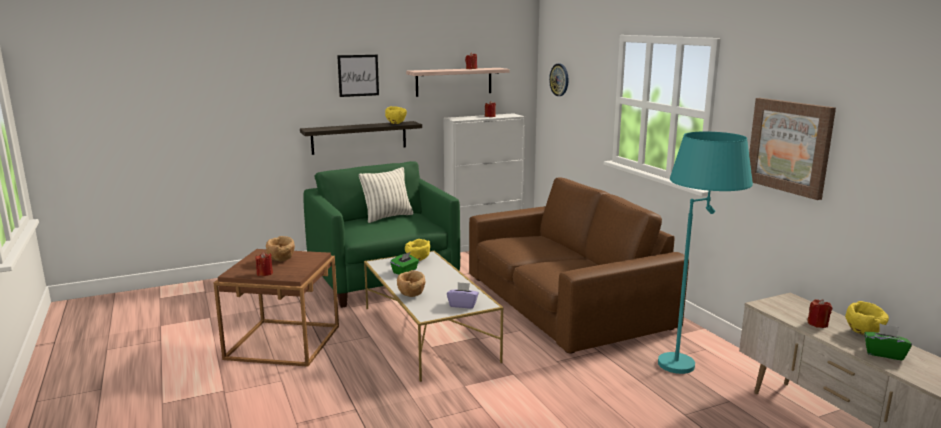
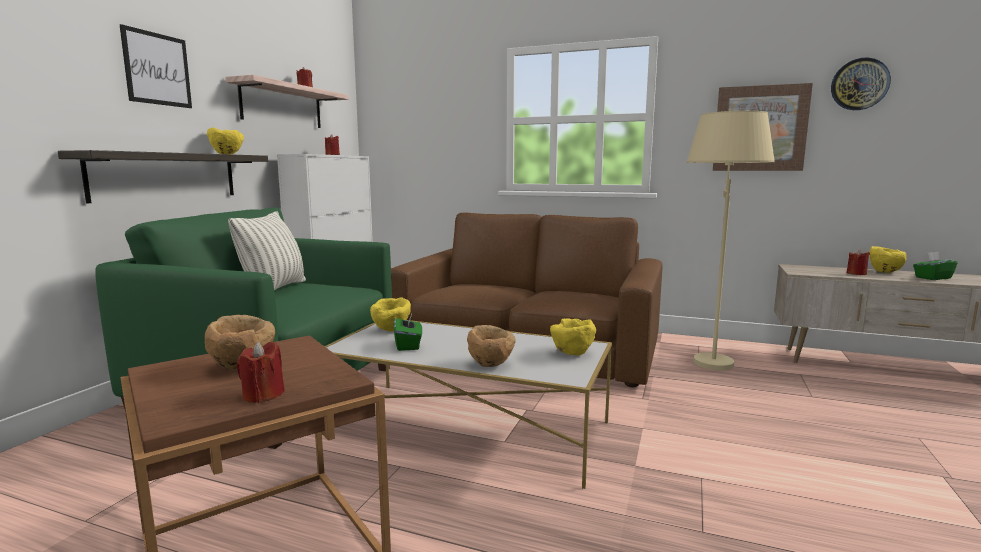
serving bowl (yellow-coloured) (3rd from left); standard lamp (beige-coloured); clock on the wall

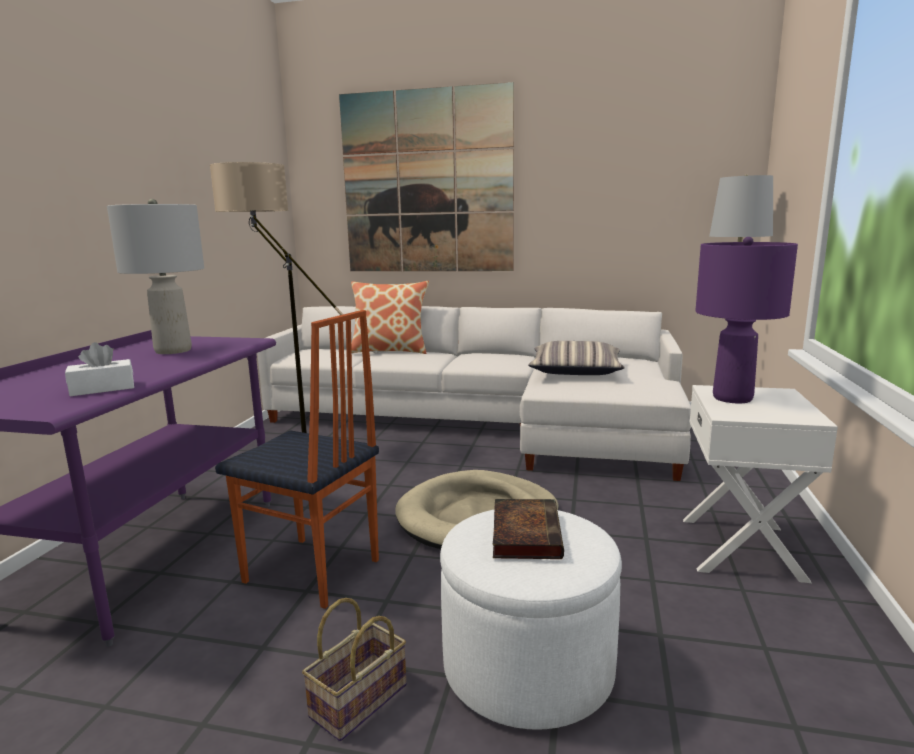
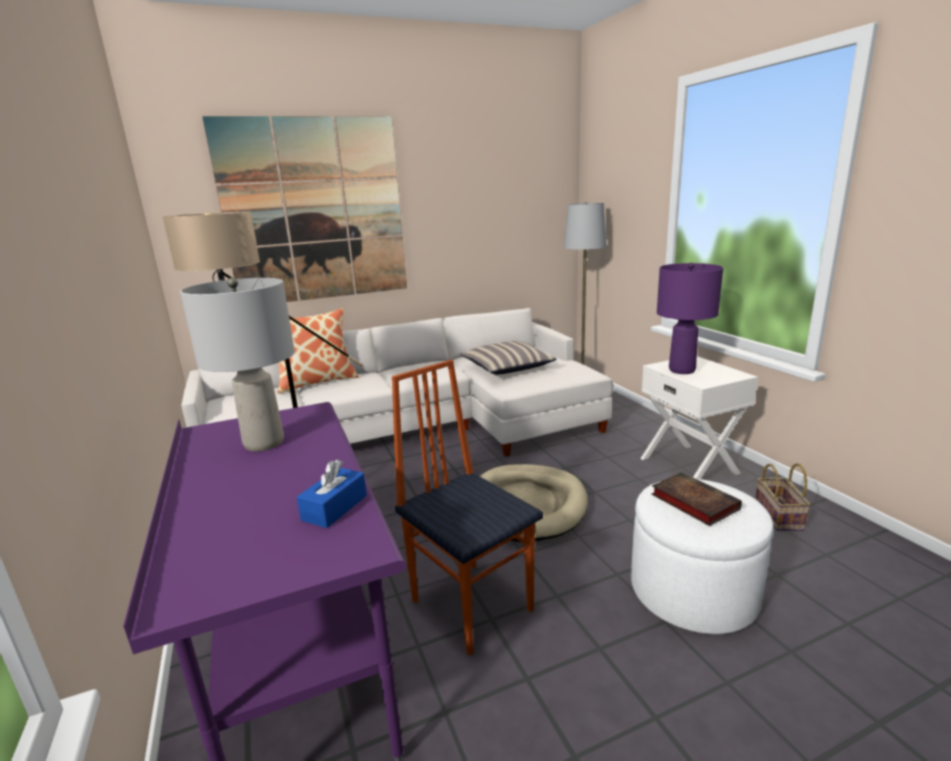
tissue holder (bluish); upright chair; household basket

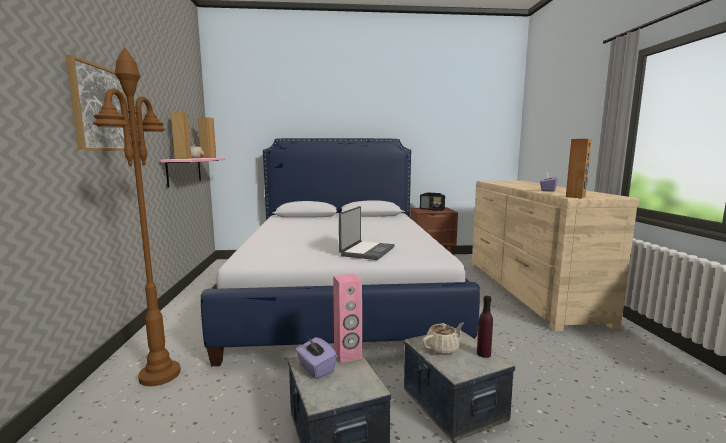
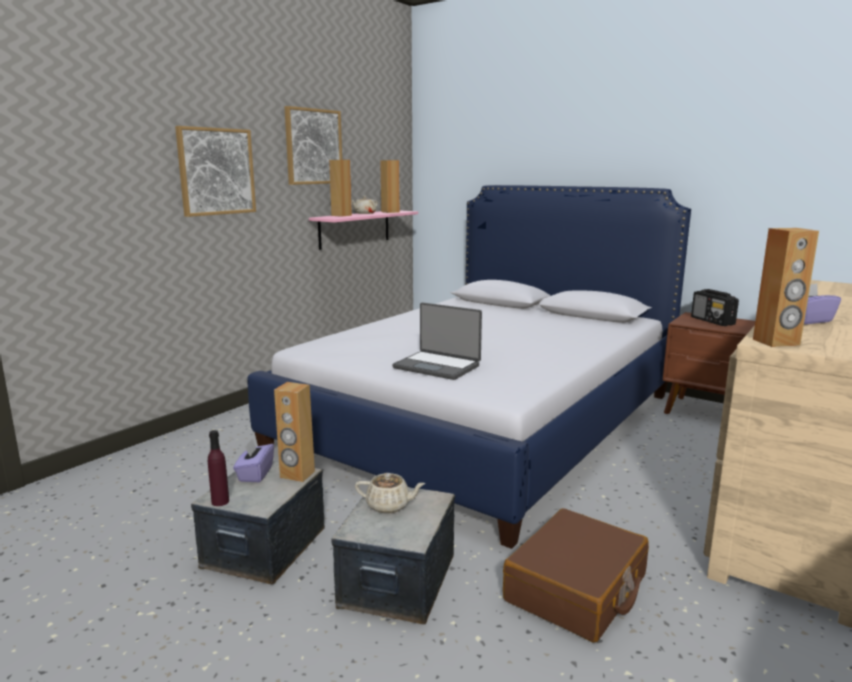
bottle (purple); loudspeaker (brownish) (1st from left); wall art (2nd from left); portable computer; piece of luggage (brownish); standard lamp (brownish)

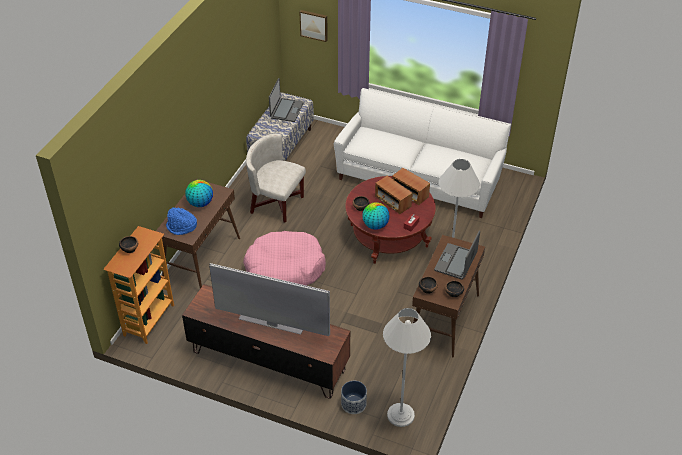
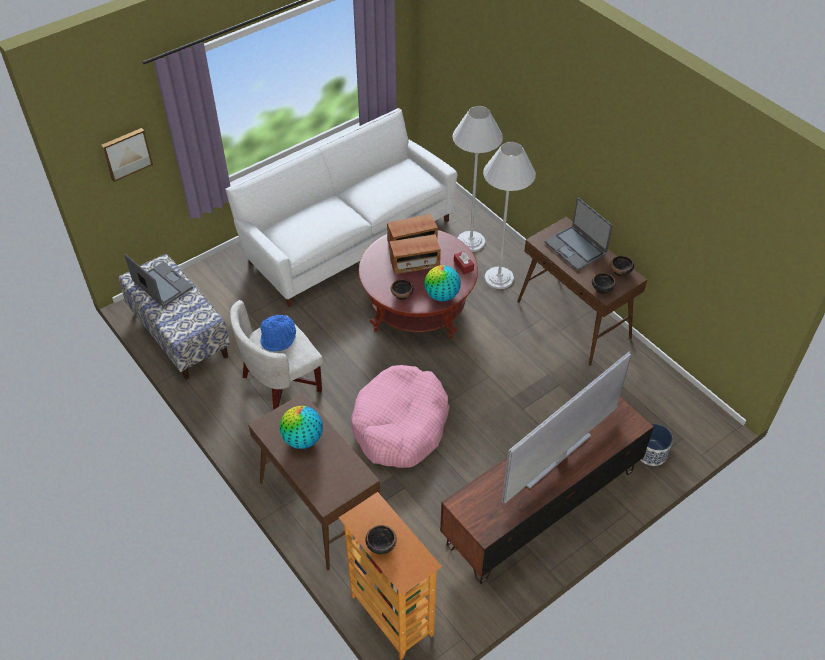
wearable hat (bluish); standard lamp (whitish) (1st from left)

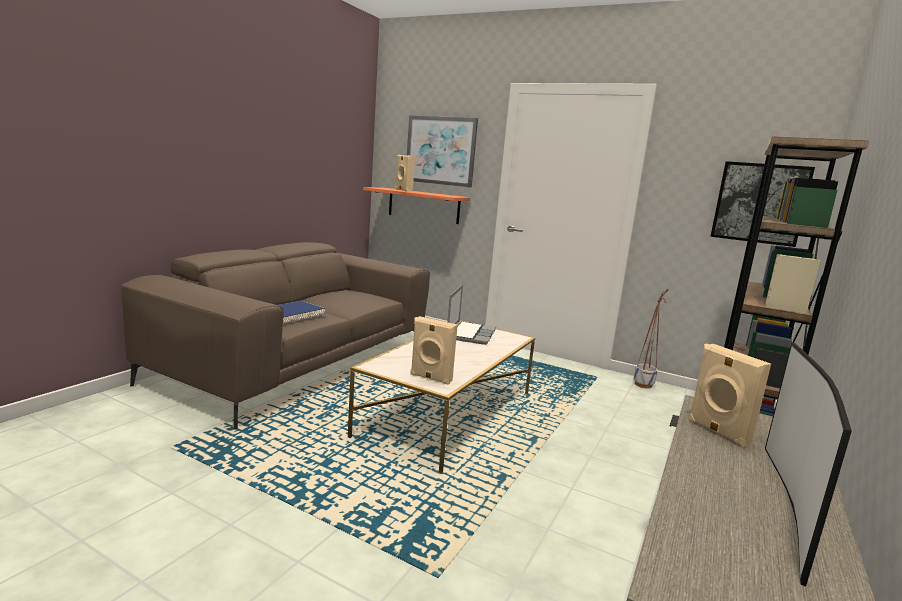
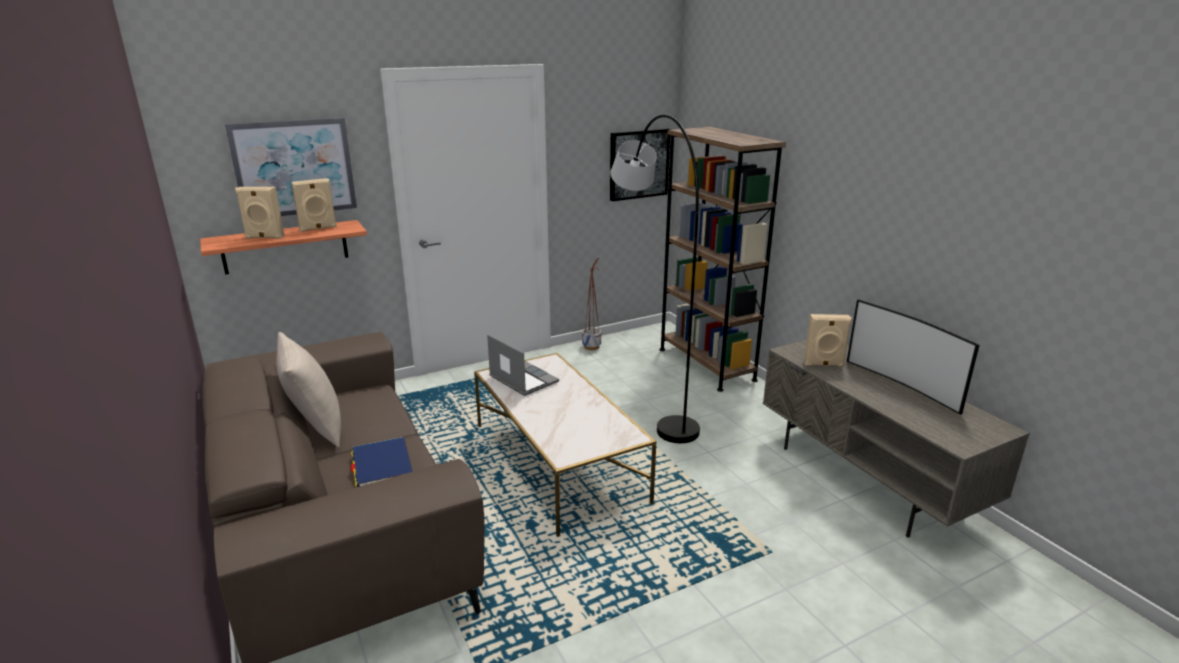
throw pillow (beige-coloured); loudspeaker (beige-coloured) (2nd from left); standard lamp (greyish)

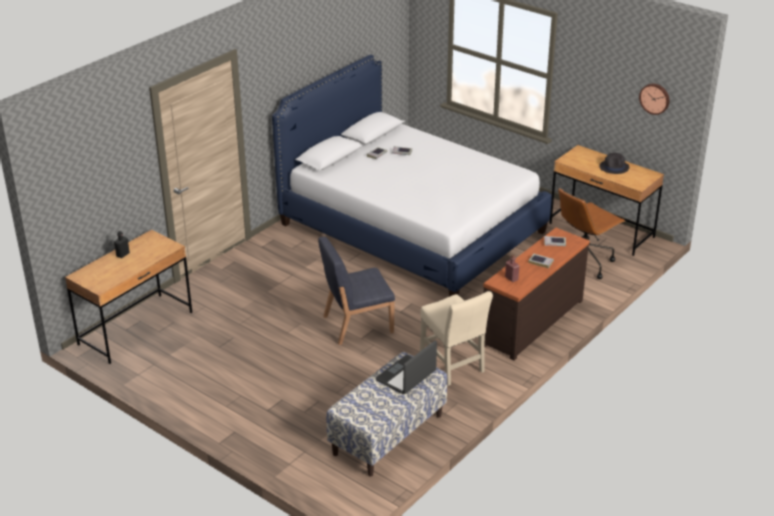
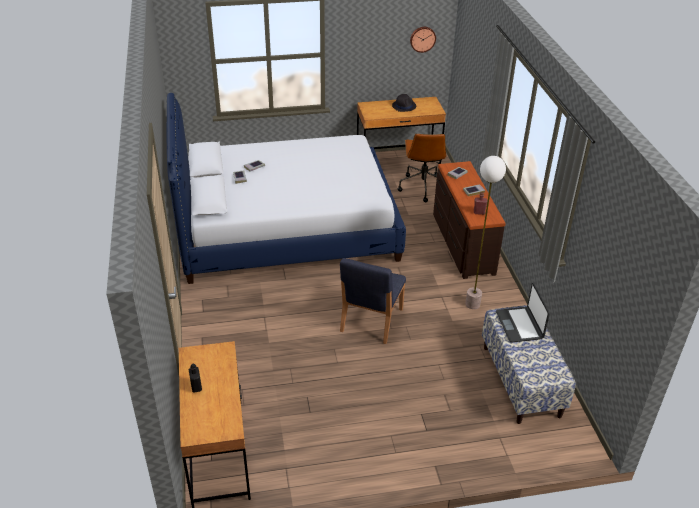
standard lamp

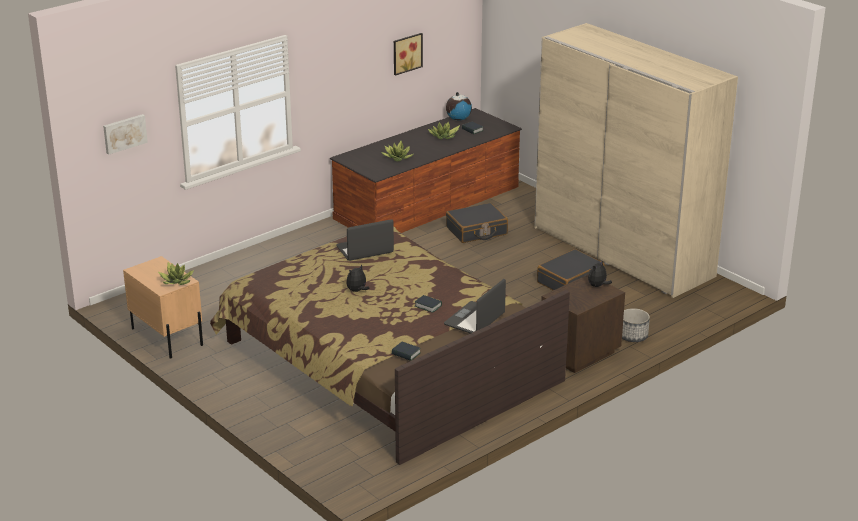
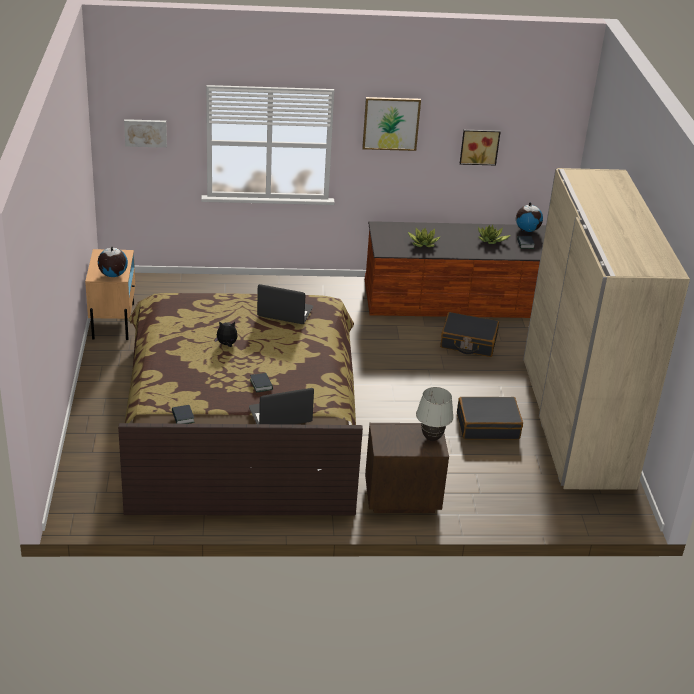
world globe (1st from left); wall art (2nd from left); lamp for a table (whitish); plant pot

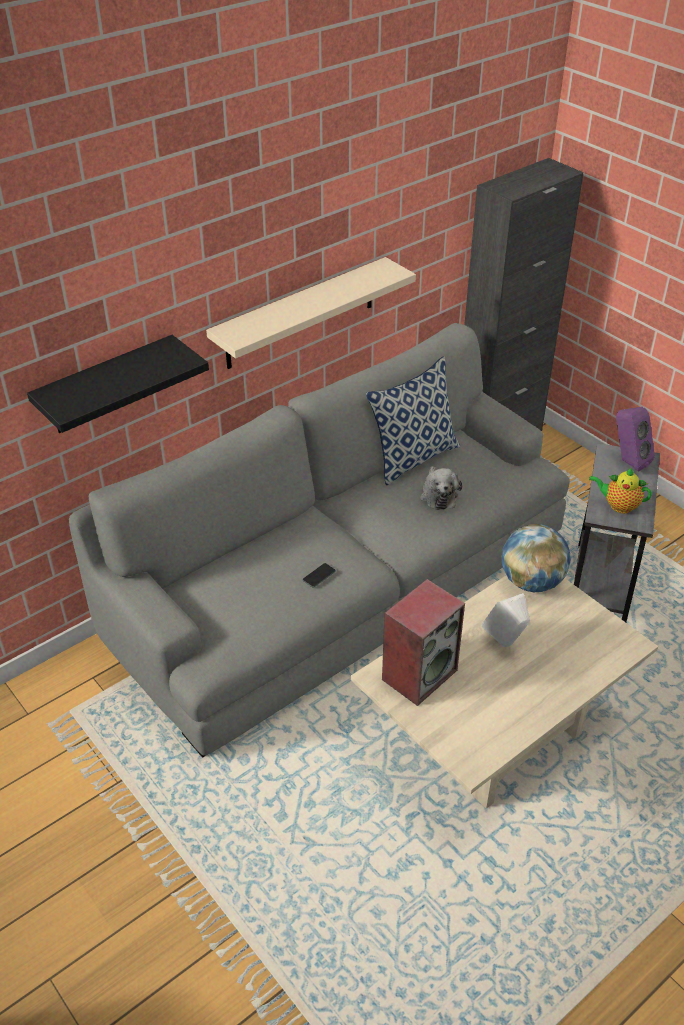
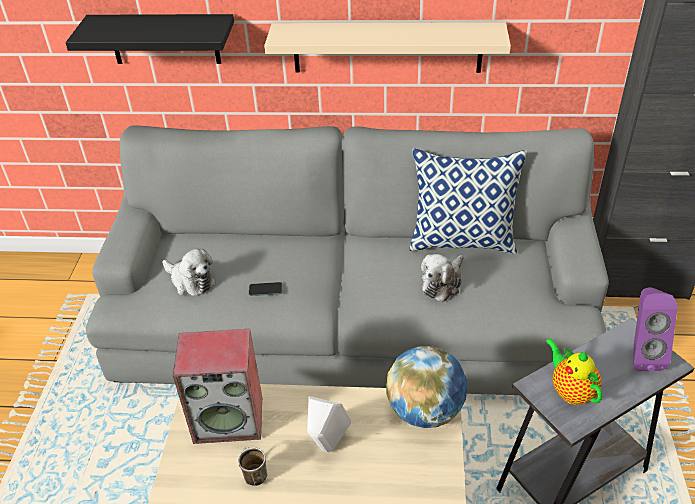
plush toy (1st from left); mug

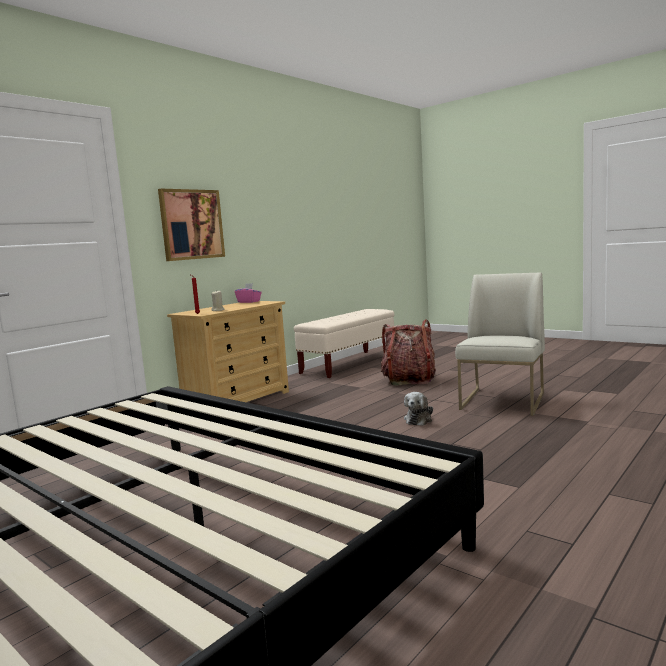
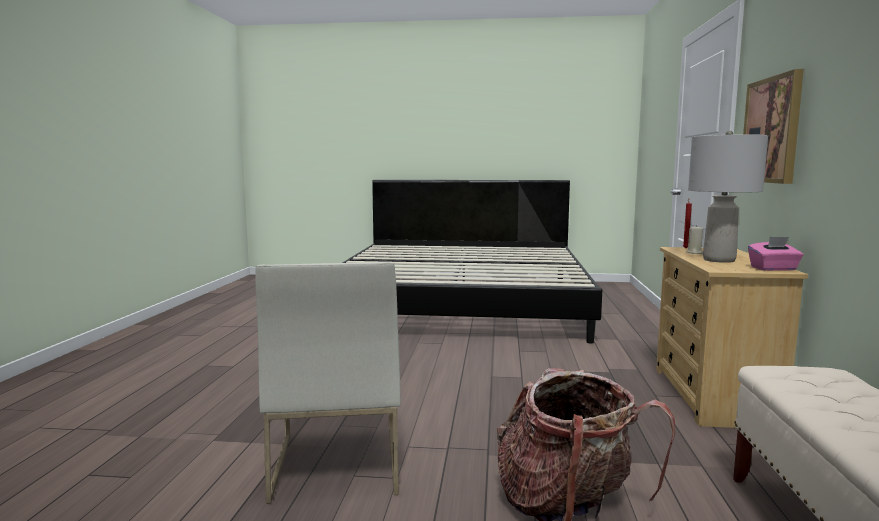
lamp for a table (greyish); plush toy

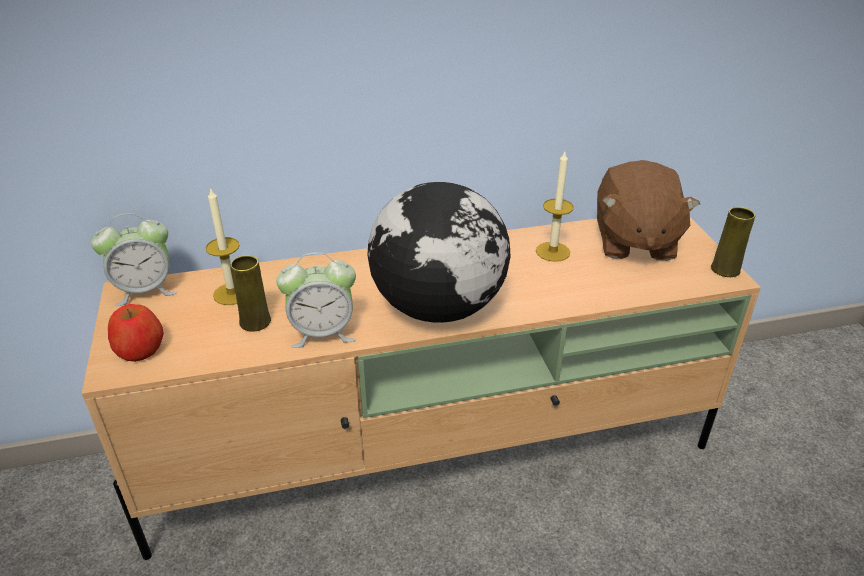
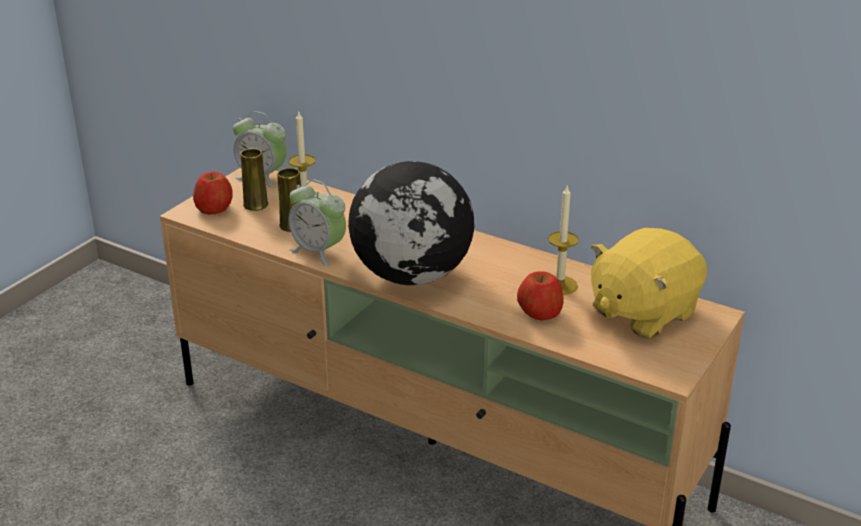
decorative vase (yellow-coloured) (1st from left); whole apple (2nd from left); plush toy (yellow-coloured)

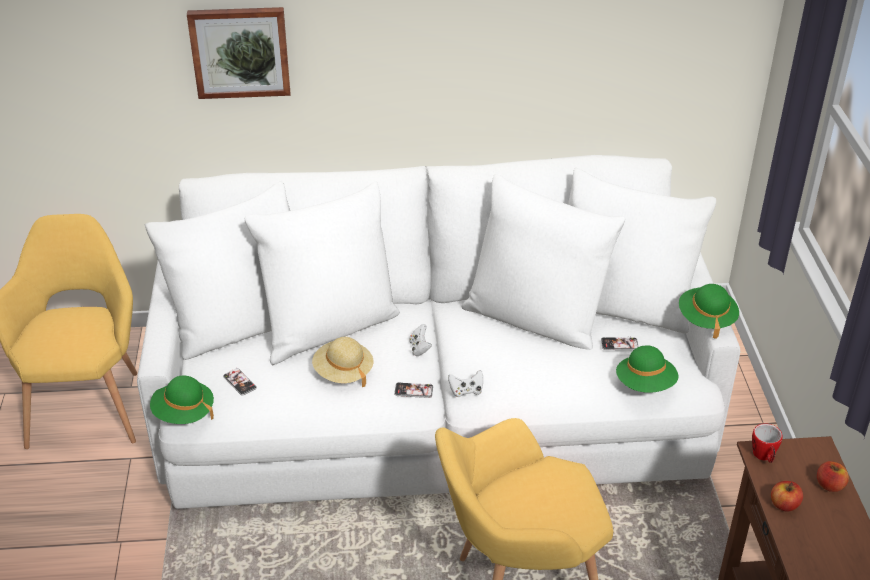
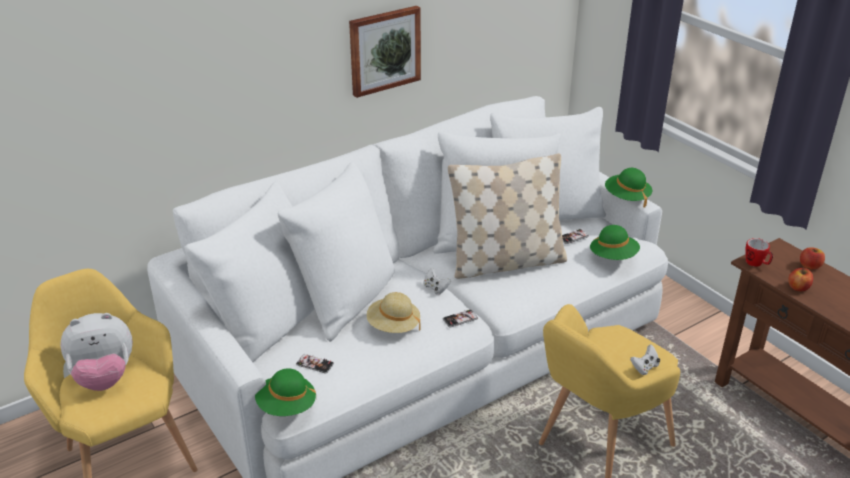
plush toy; wall art; throw pillow (beige-coloured); gamepad (whitish) (2nd from left)

